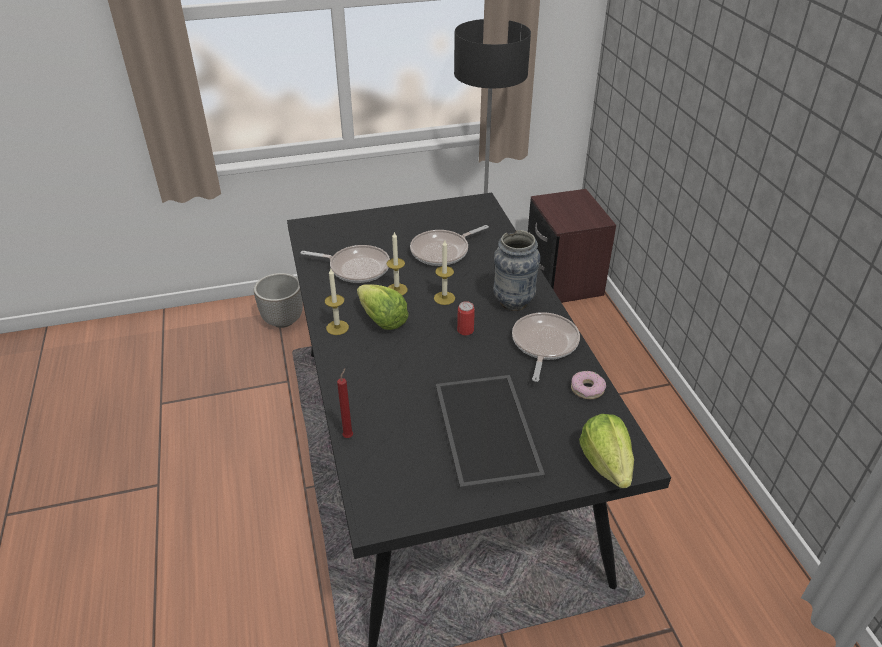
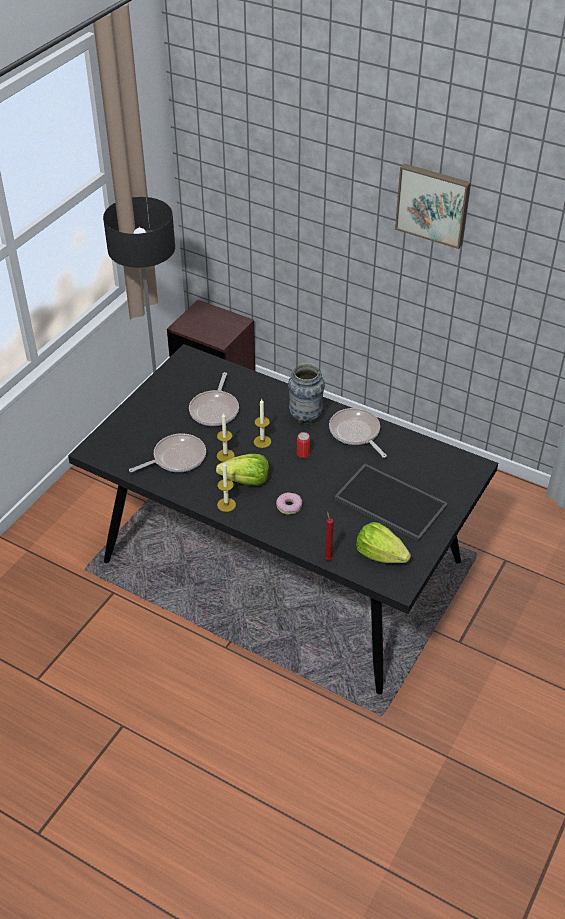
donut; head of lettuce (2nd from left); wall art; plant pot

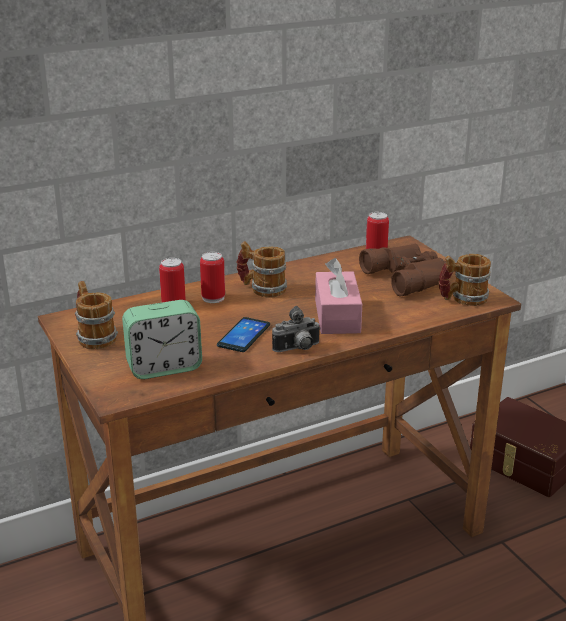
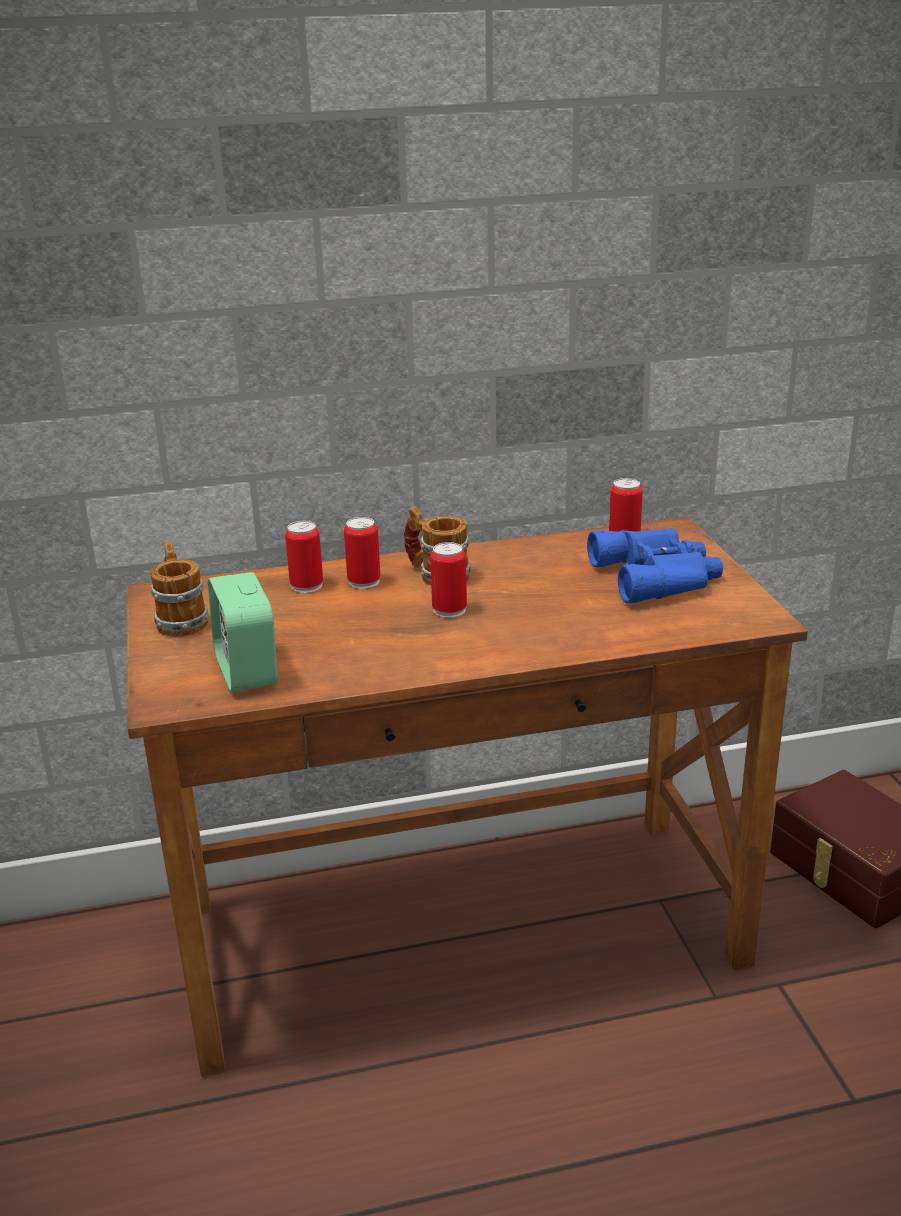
alarm clock; sealed can (3rd from left); field glasses (bluish); telephone; photo camera; tissue holder (pink); mug (3rd from left in the first image)

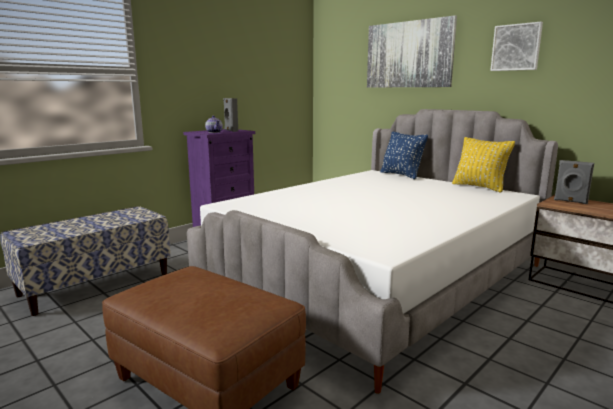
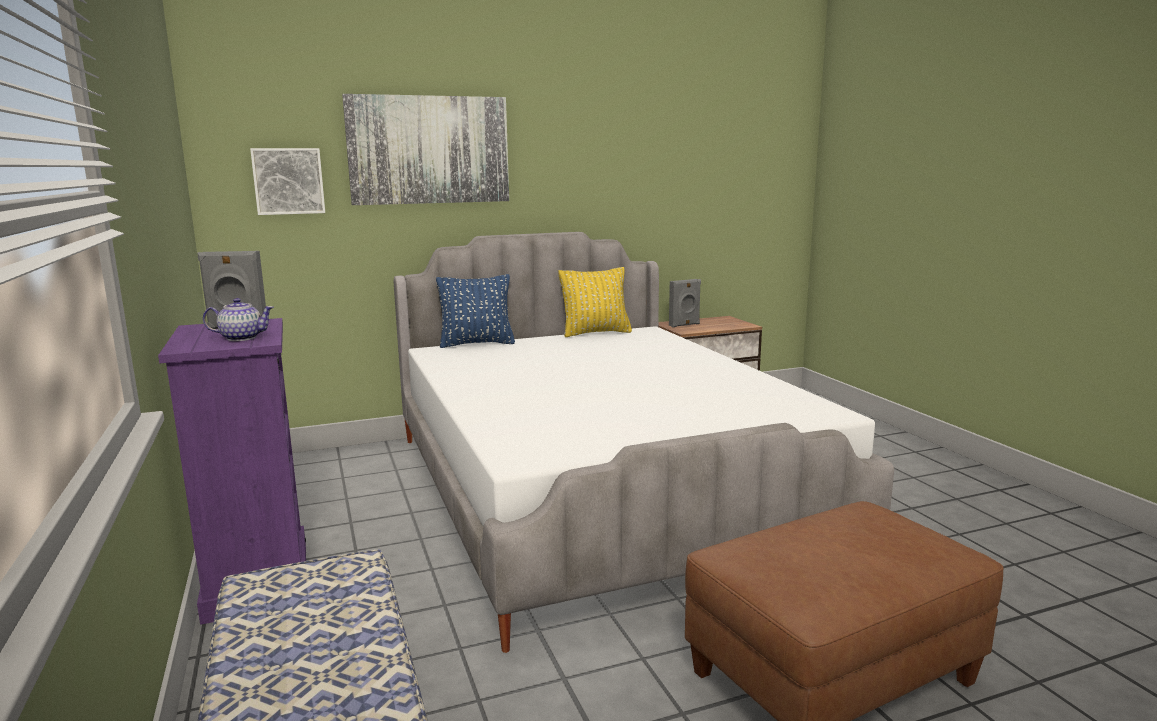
wall art (1st from left)

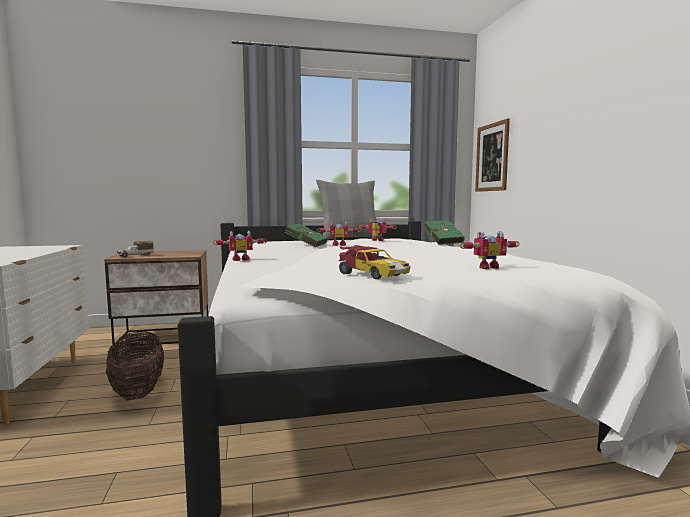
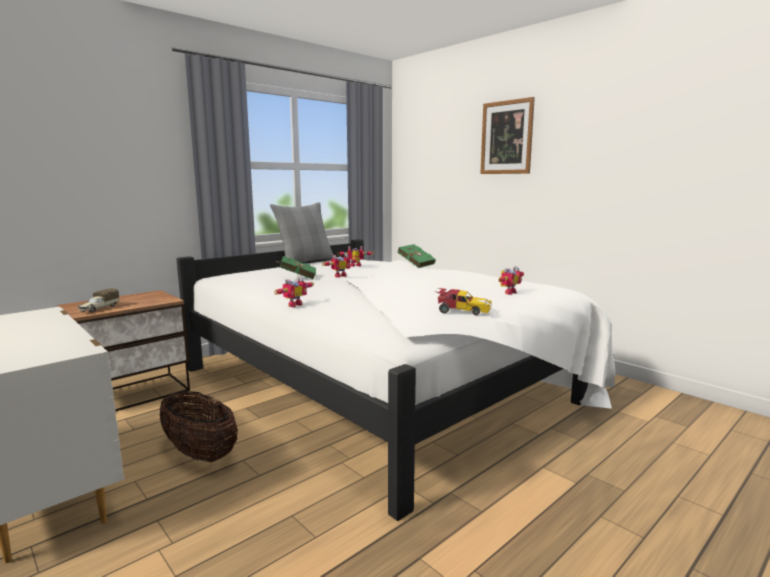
wall art

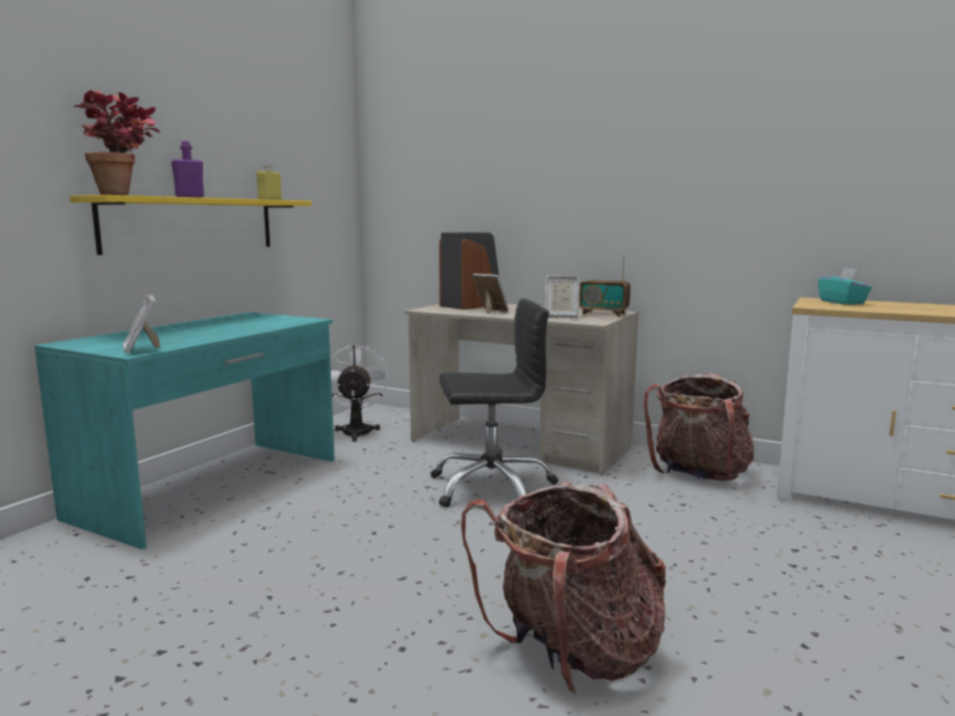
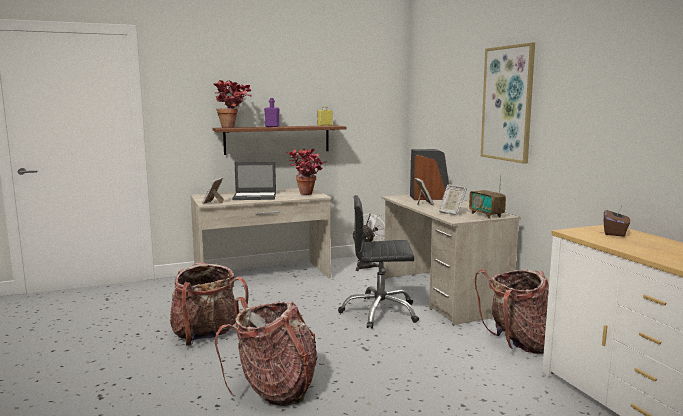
backpack (1st from left); desk (beige-coloured) (1st from left); wall shelf (brownish); portable computer; plant in a pot (2nd from left); computer chair (black); wall art; tissue holder (brownish)

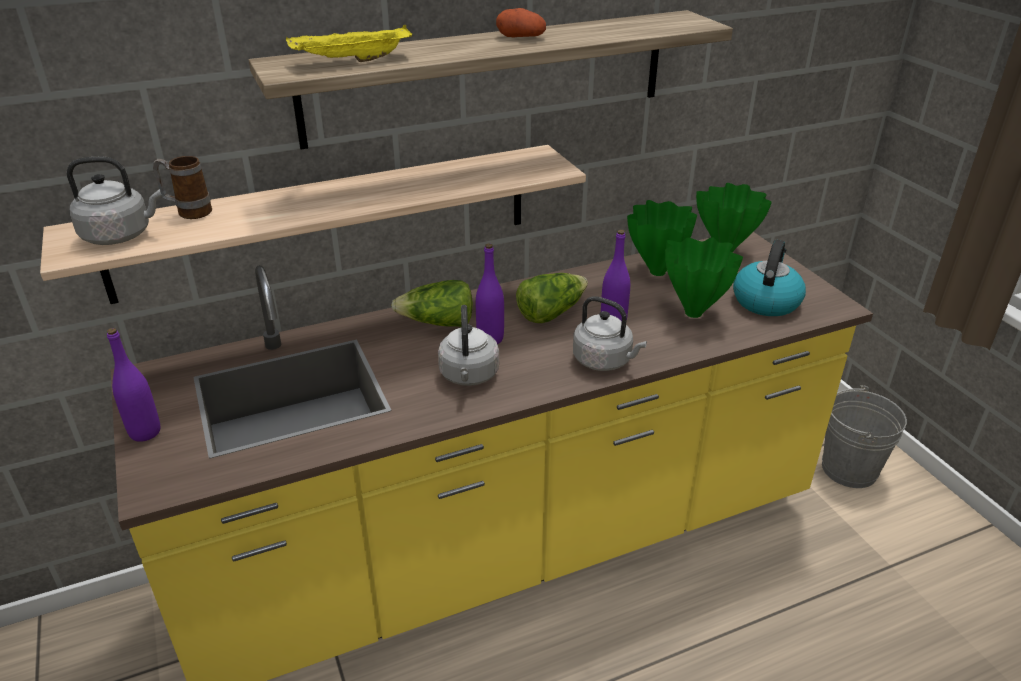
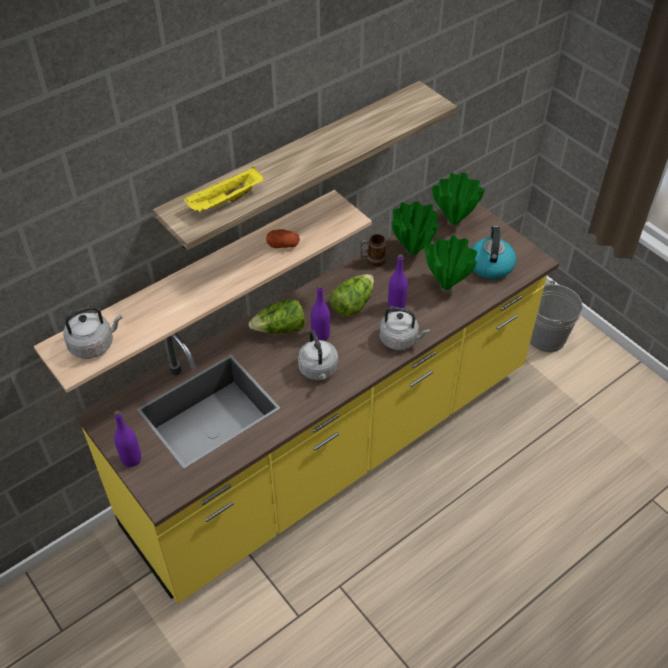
potato; mug

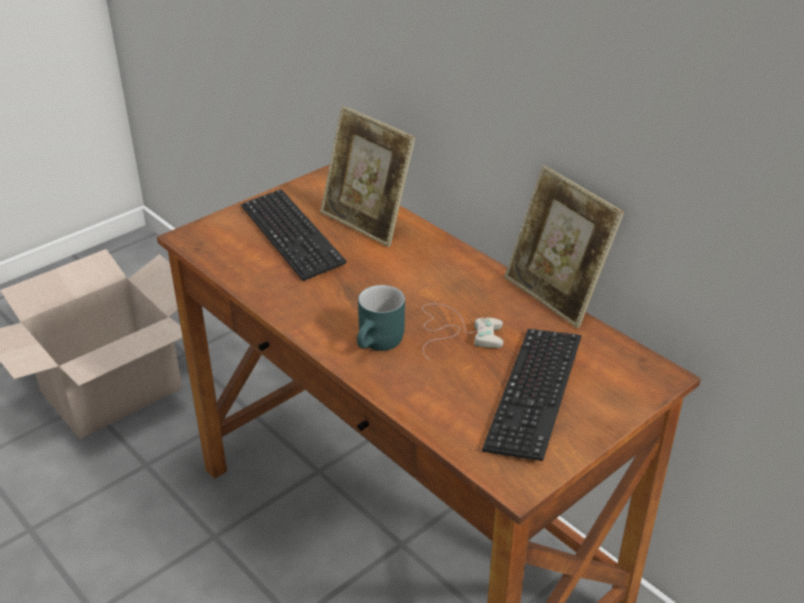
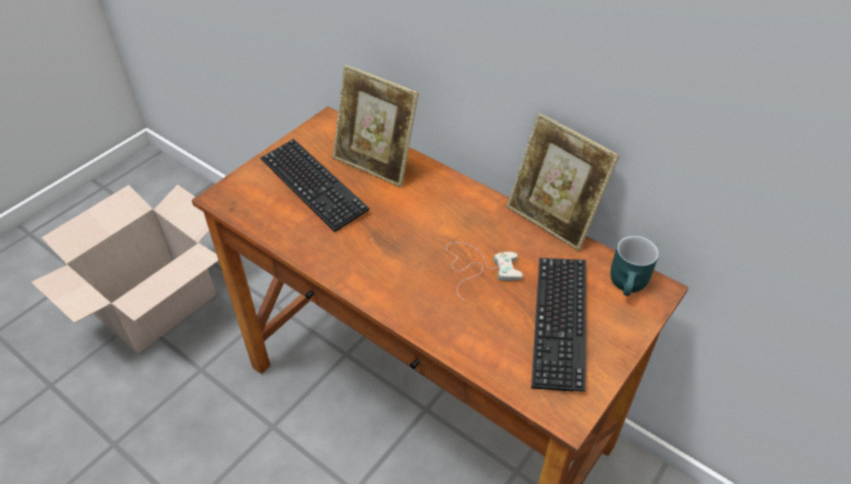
mug (blue-green)

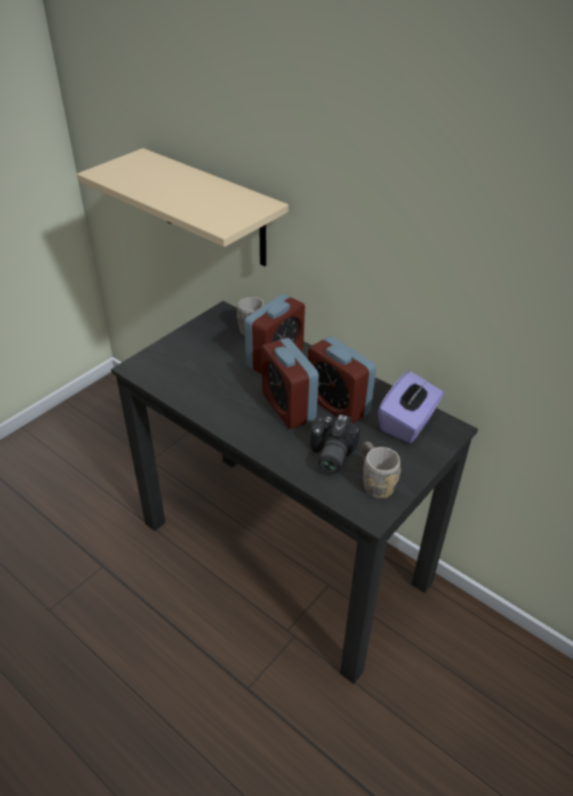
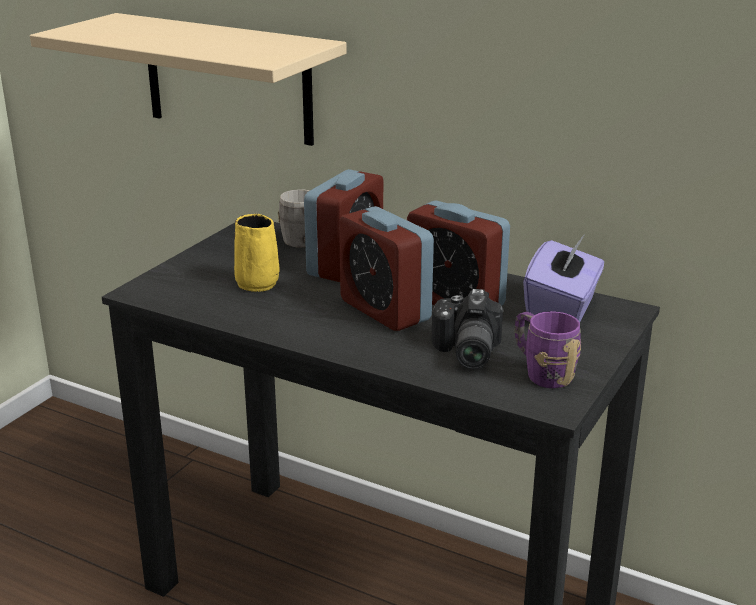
mug (yellow-coloured); mug (purple)

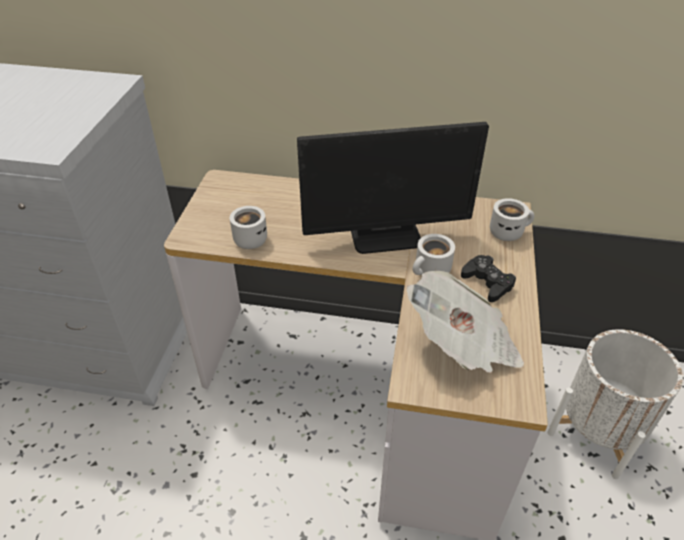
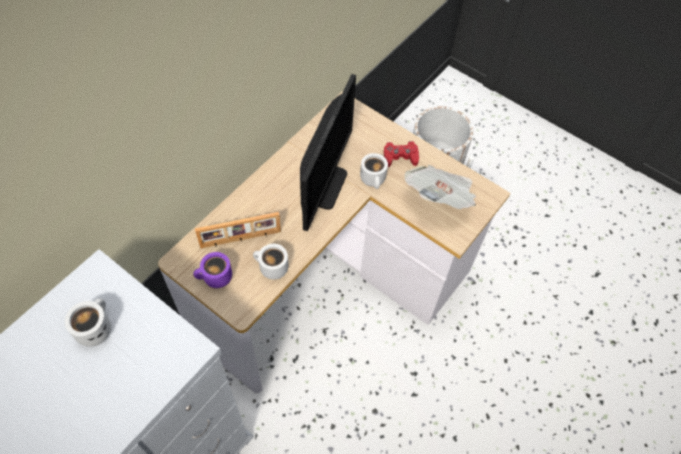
mug (whitish) (1st from left); mug (purple); photo frame; gamepad (reddish)

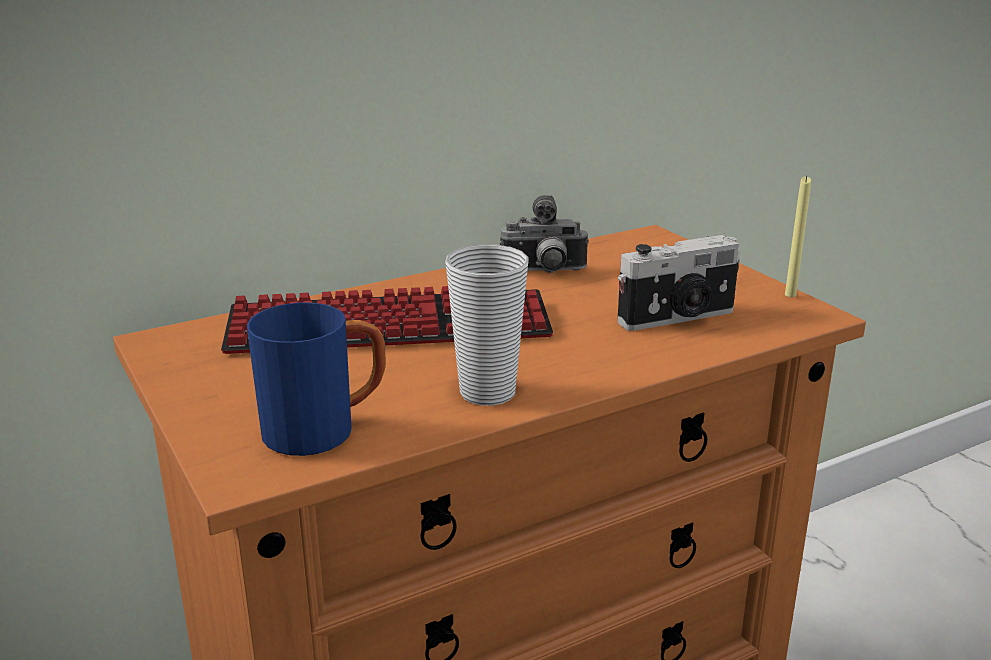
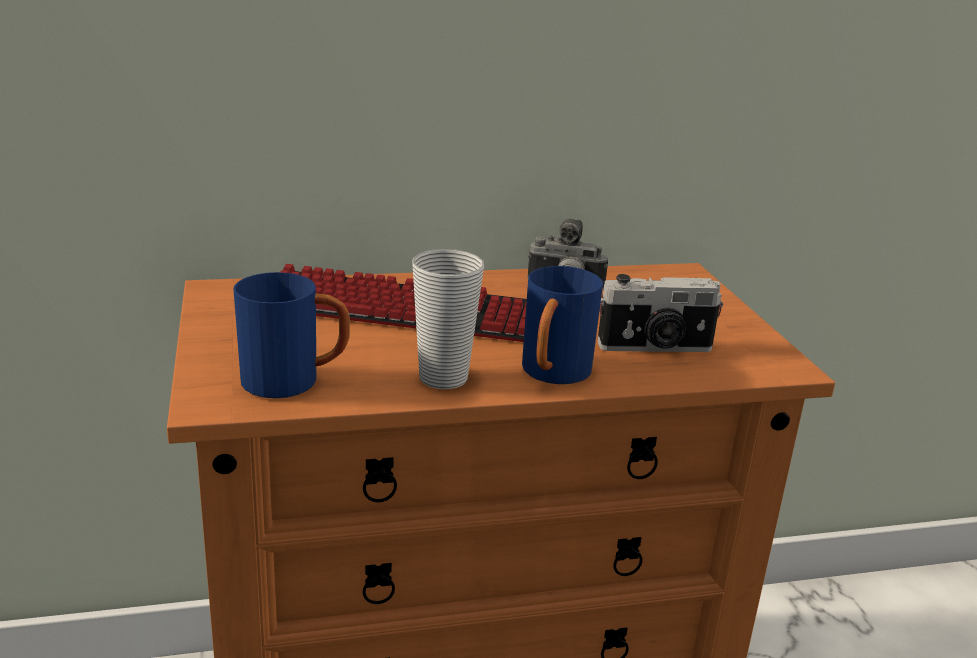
mug (bluish) (2nd from left); candle (yellow-coloured)

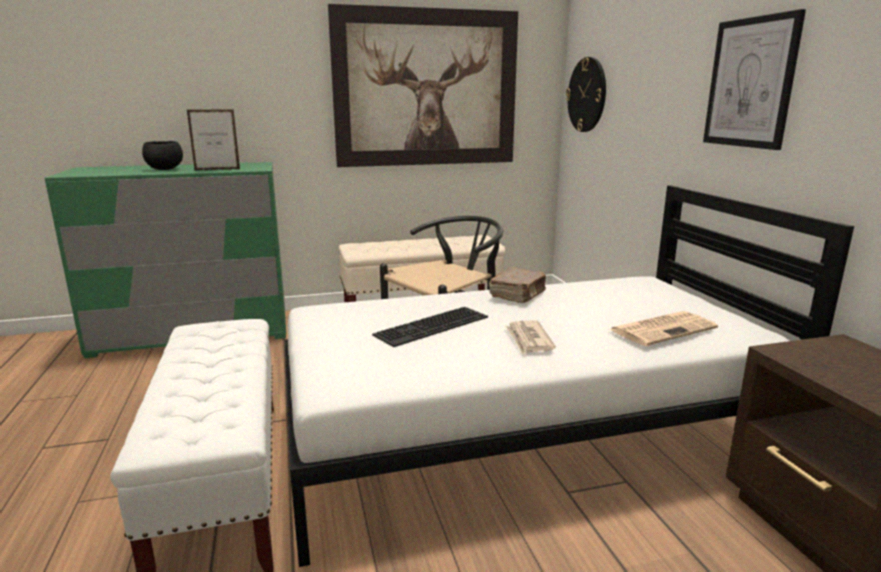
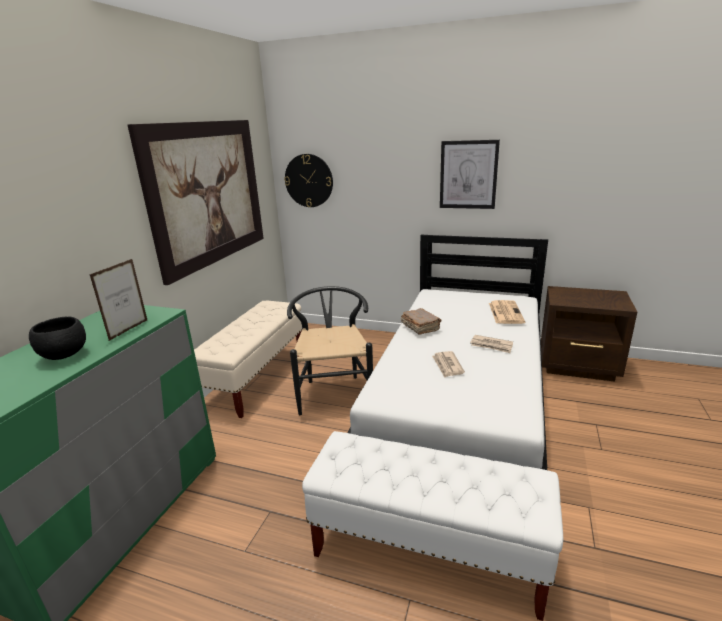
newspaper (1st from left)

